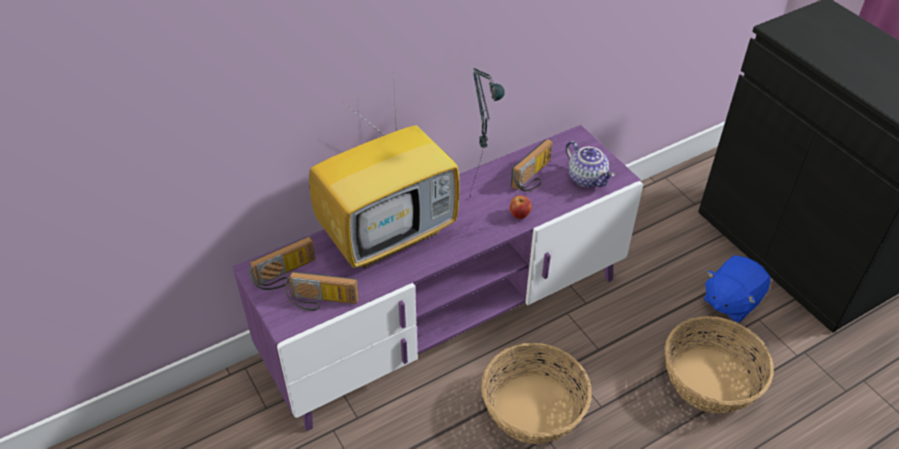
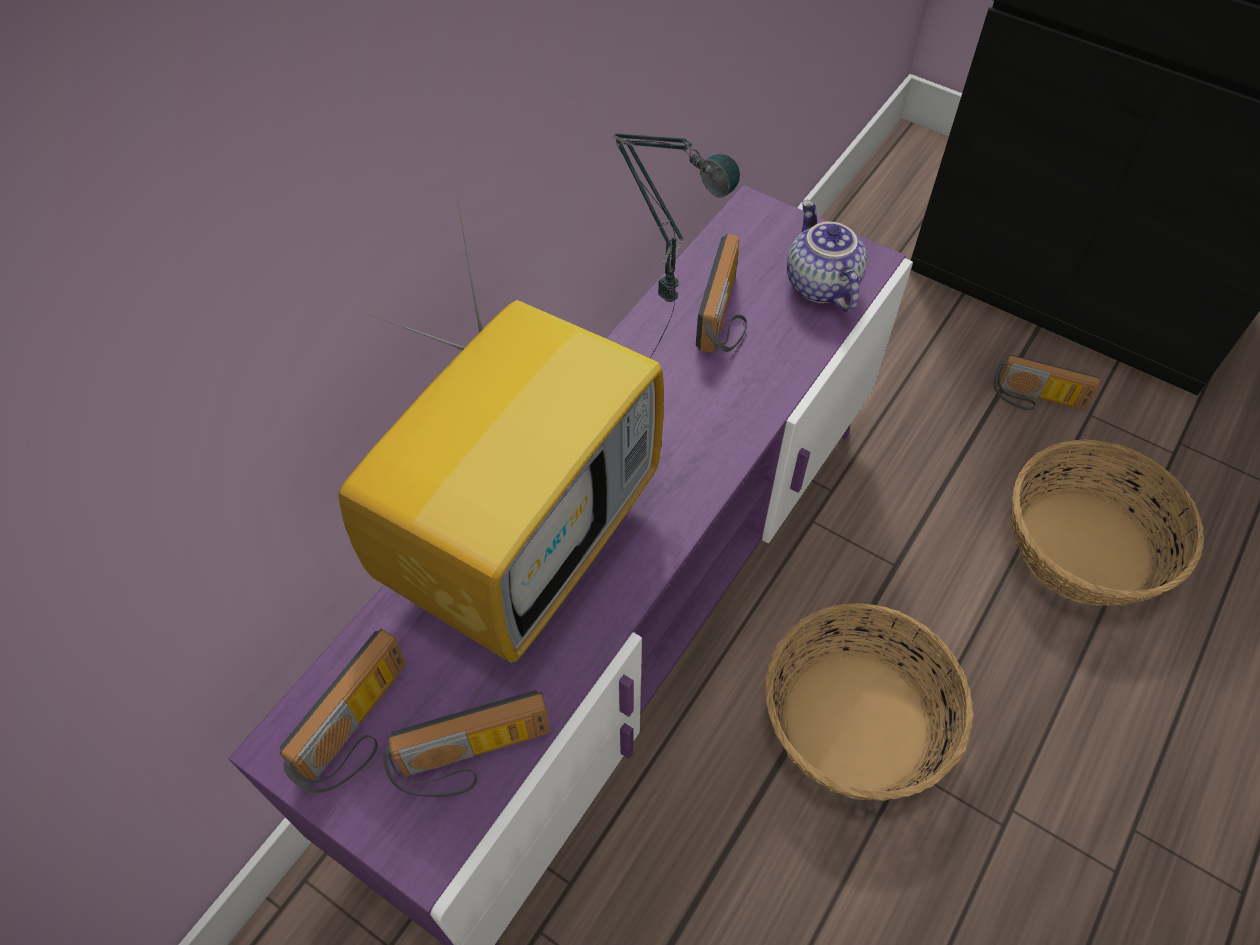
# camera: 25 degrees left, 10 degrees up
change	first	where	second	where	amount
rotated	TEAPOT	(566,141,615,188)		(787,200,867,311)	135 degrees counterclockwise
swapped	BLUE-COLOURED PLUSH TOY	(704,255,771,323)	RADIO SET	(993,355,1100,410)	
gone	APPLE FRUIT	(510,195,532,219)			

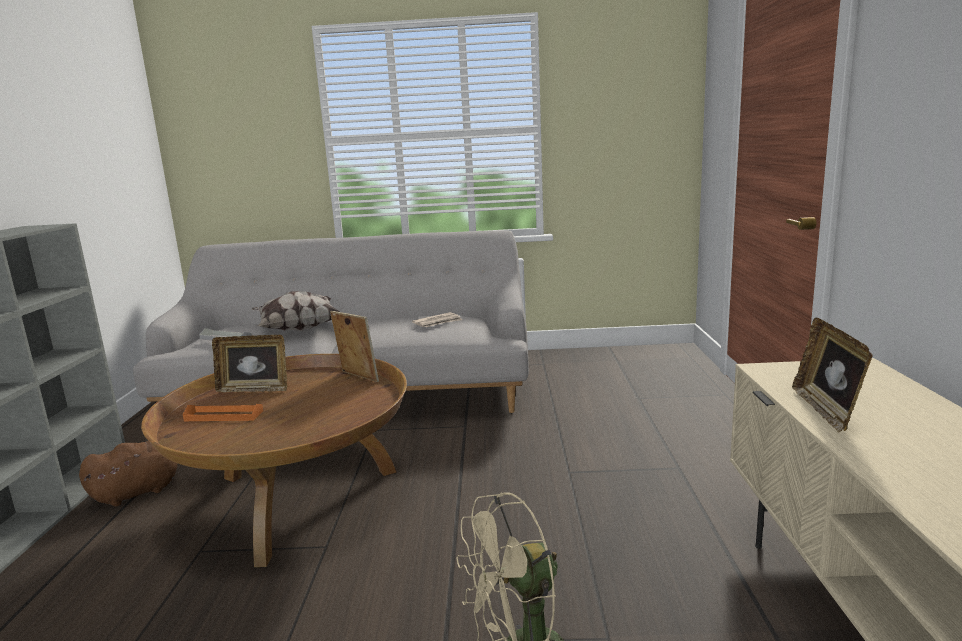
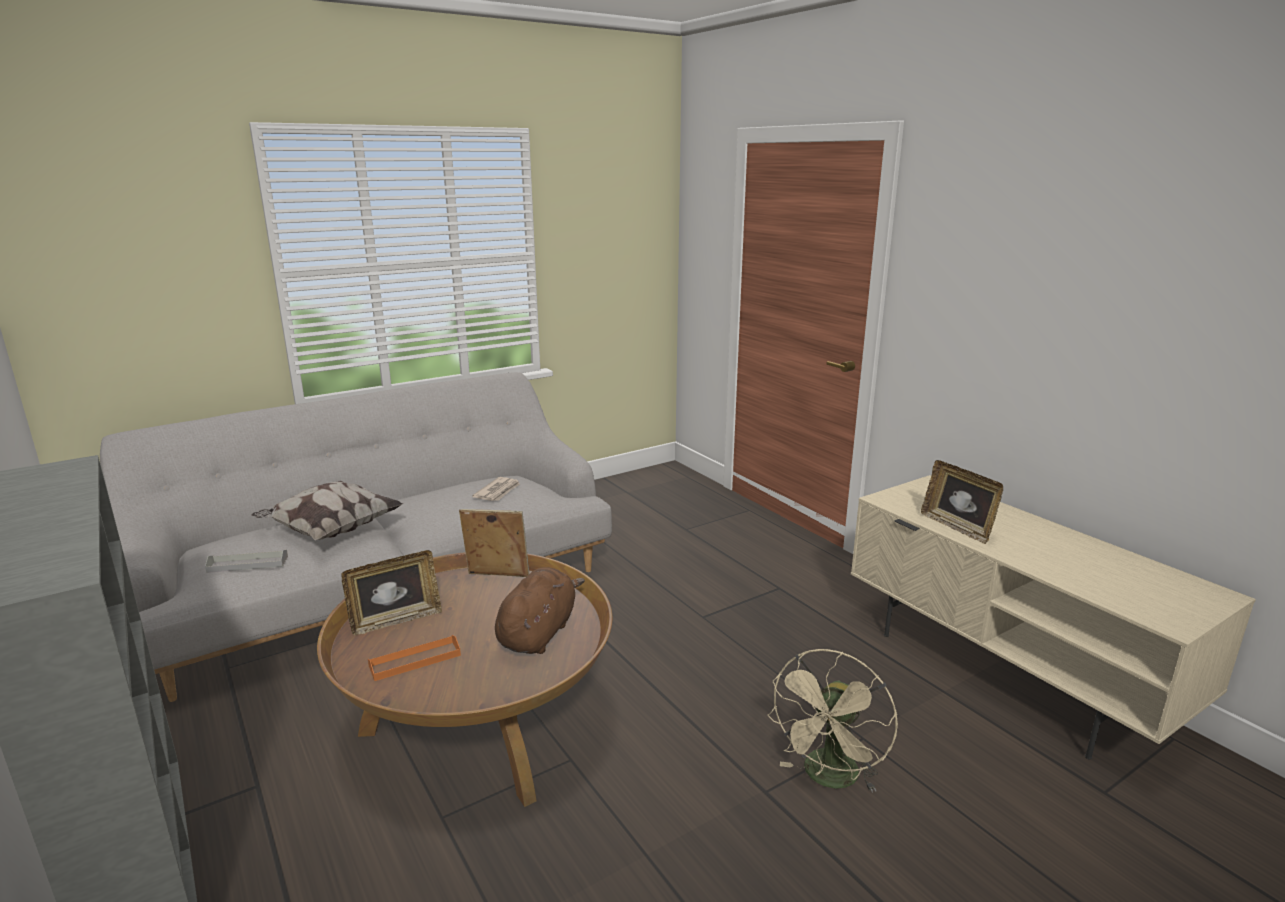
# camera: 35 degrees left, 5 degrees up
change	first	where	second	where	amount
shifted	BROWN-COLOURED PLUSH TOY	(79,441,178,507)		(495,567,585,654)	

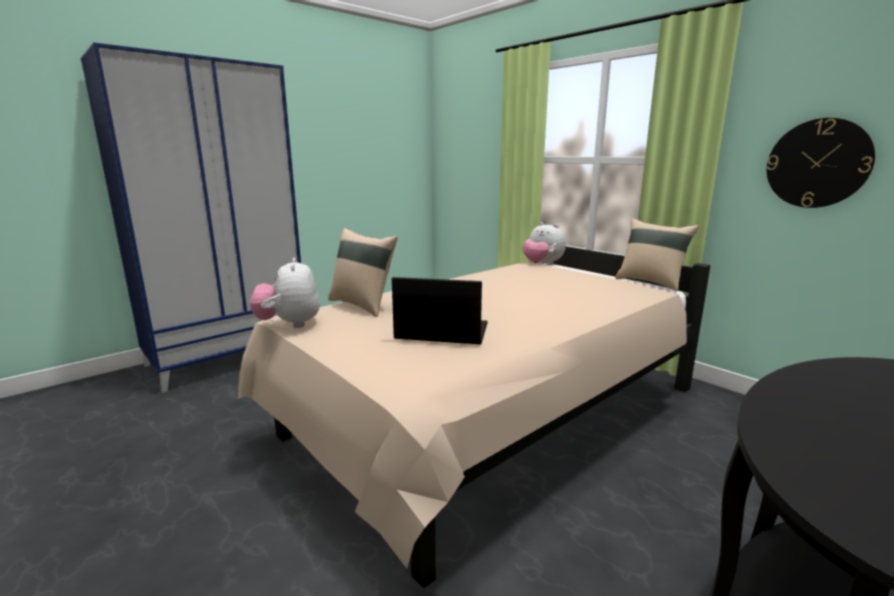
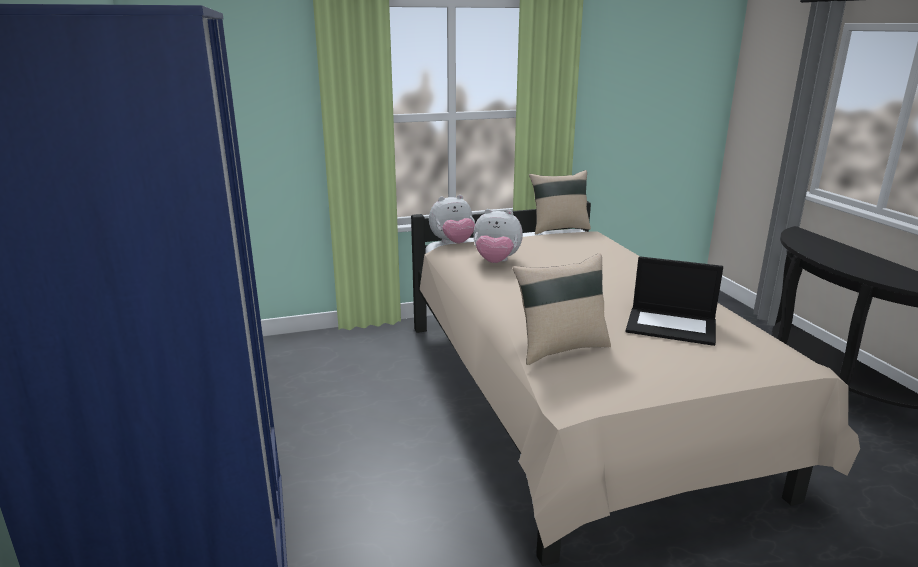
# camera: 65 degrees left, 5 degrees up
change	first	where	second	where	amount
shifted	PLUSH TOY	(250,258,320,328)		(473,209,523,263)	
rotated	LAPTOP	(392,277,487,344)		(626,256,723,346)	105 degrees counterclockwise
gone	HANGING CLOCK	(767,118,875,208)			

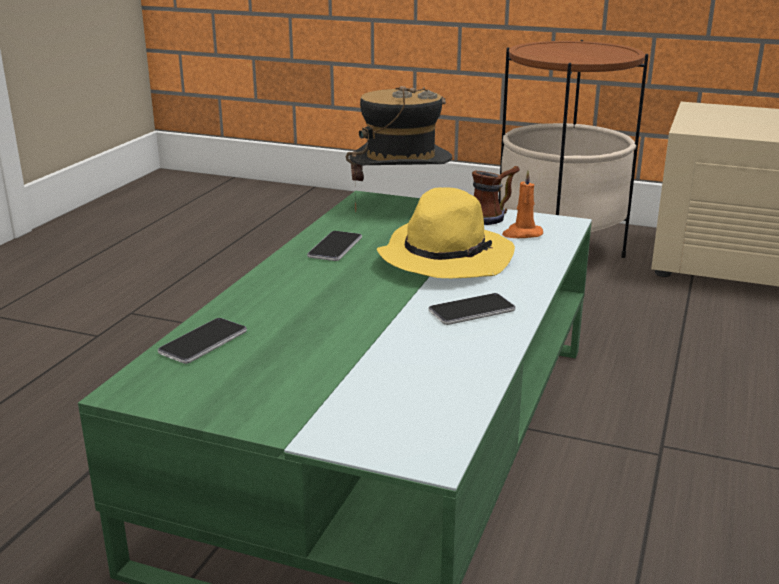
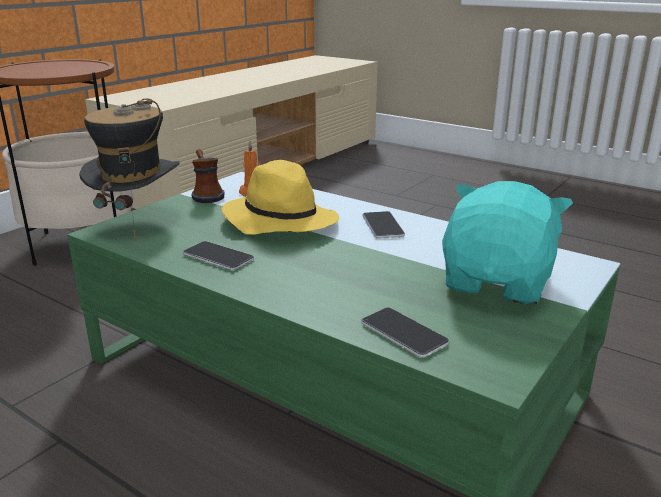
# camera: 75 degrees left, 0 degrees up
change	first	where	second	where	amount
new			TURQUOISE-COLOURED PLUSH TOY	(442,181,573,304)	

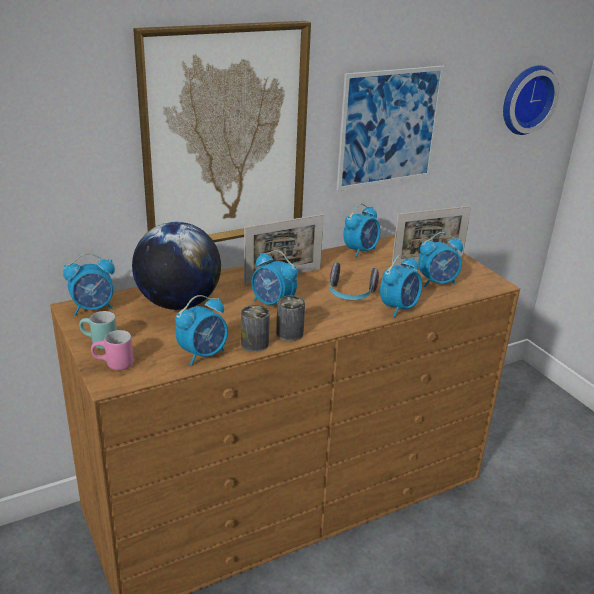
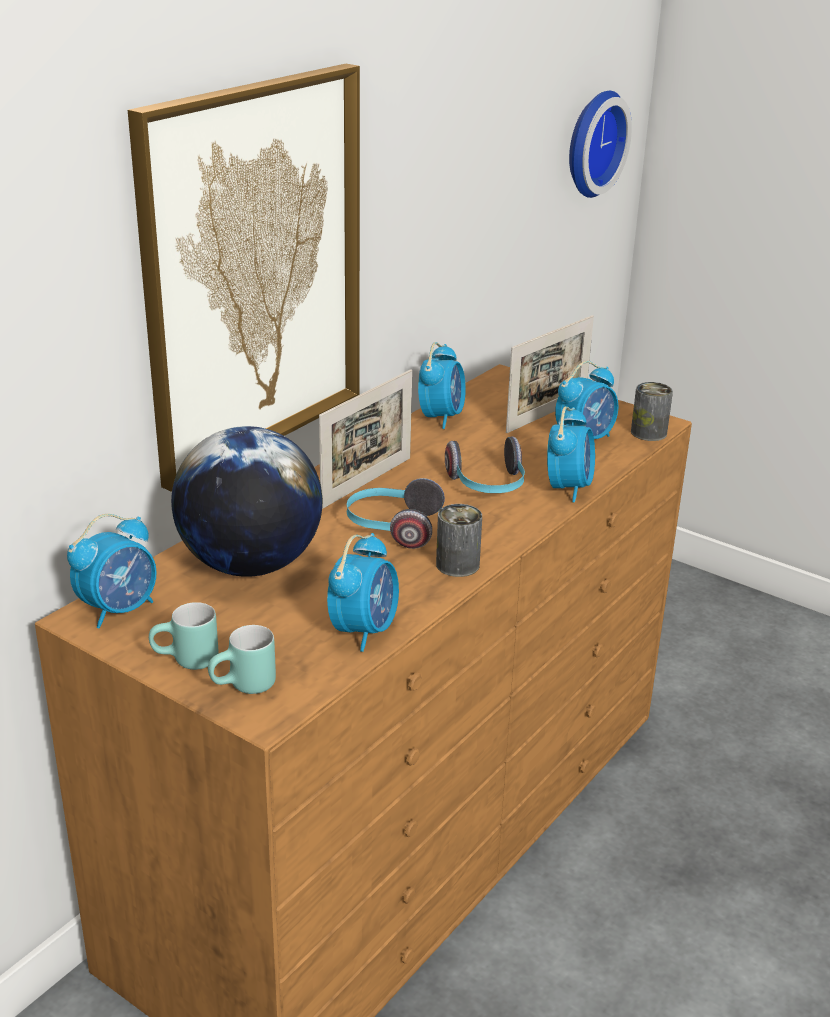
# camera: 25 degrees left, 0 degrees up
change	first	where	second	where	amount
repainted	PINK COFFEE MUG	(91,330,133,370)	TURQUOISE-COLOURED COFFEE MUG	(208,625,276,694)	
swapped	BEDSIDE CLOCK	(251,250,298,305)	PAIR OF HEADPHONES	(347,478,445,549)	
shifted	SEALED CAN	(241,305,270,352)		(631,382,673,441)	
gone	WALL ART	(337,66,445,191)			

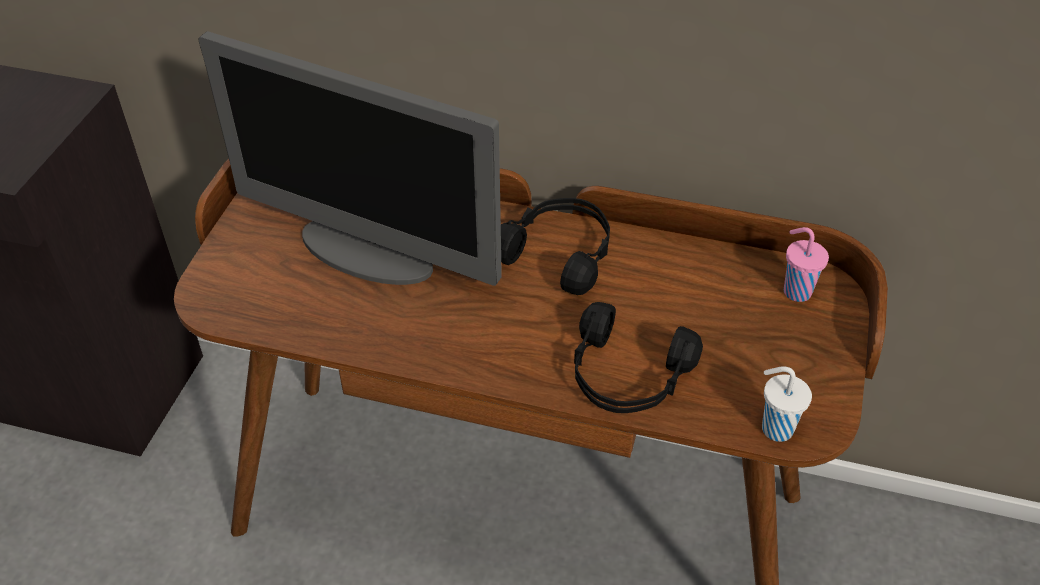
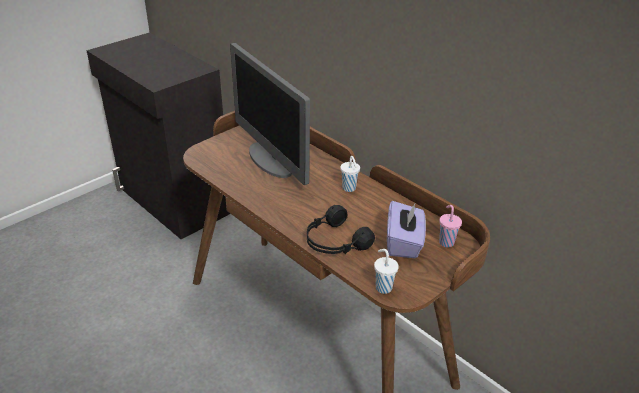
# camera: 30 degrees right, 10 degrees down
change	first	where	second	where	amount
swapped	BLACK PAIR OF HEADPHONES	(501,198,610,295)	WHITISH DRINKING CUP	(340,156,360,192)	
new			PURPLE-COLOURED BOX OF TISSUES	(387,201,426,258)	

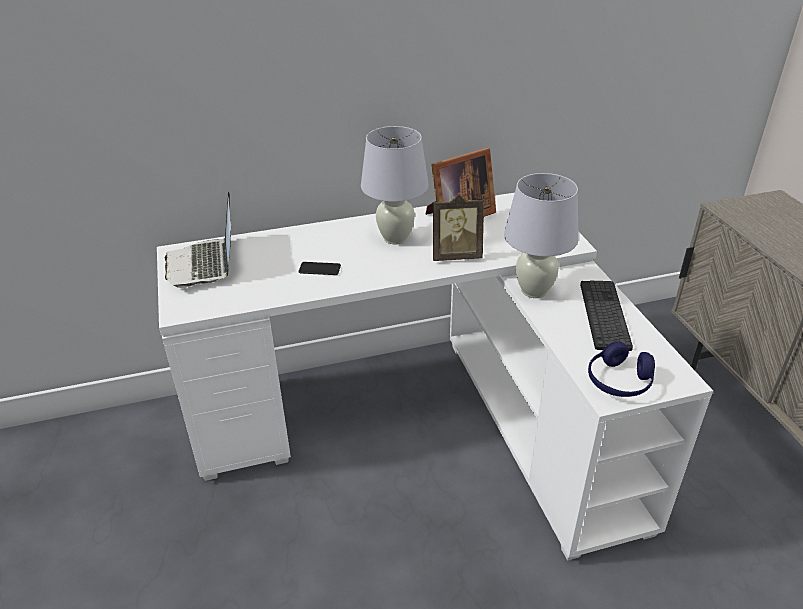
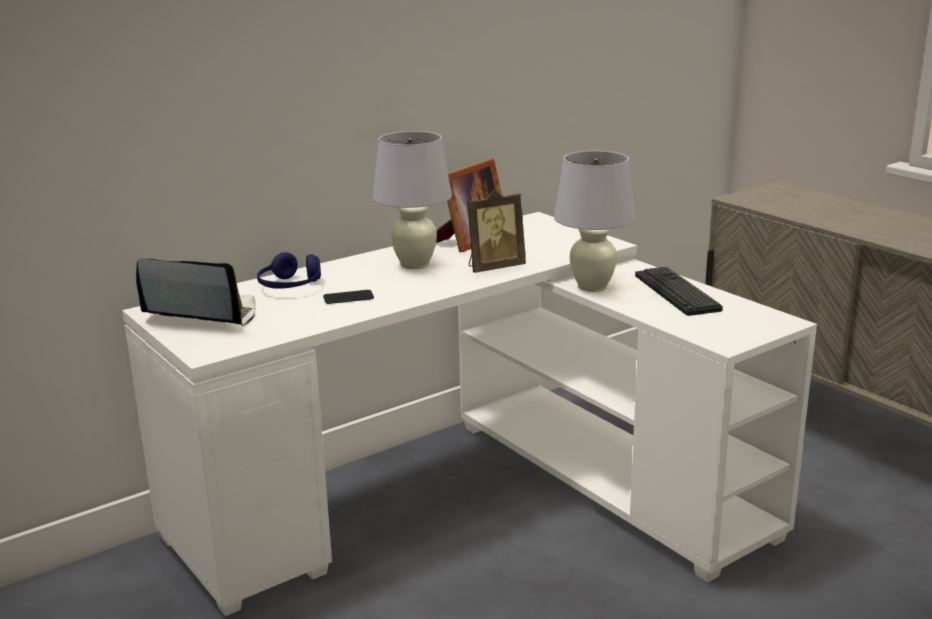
# camera: 20 degrees left, 15 degrees down
change	first	where	second	where	amount
rotated	LAPTOP	(165,191,231,288)		(136,259,256,326)	135 degrees clockwise
shifted	BLUE-COLOURED PAIR OF HEADPHONES	(588,341,655,397)		(257,252,321,289)	

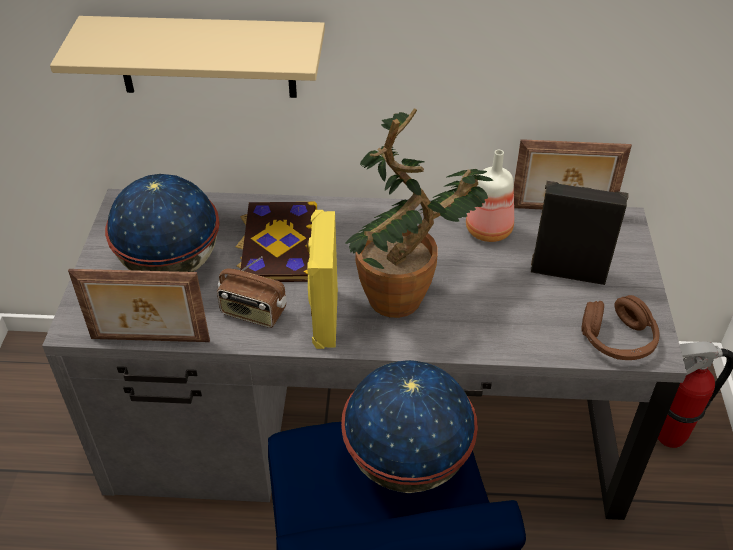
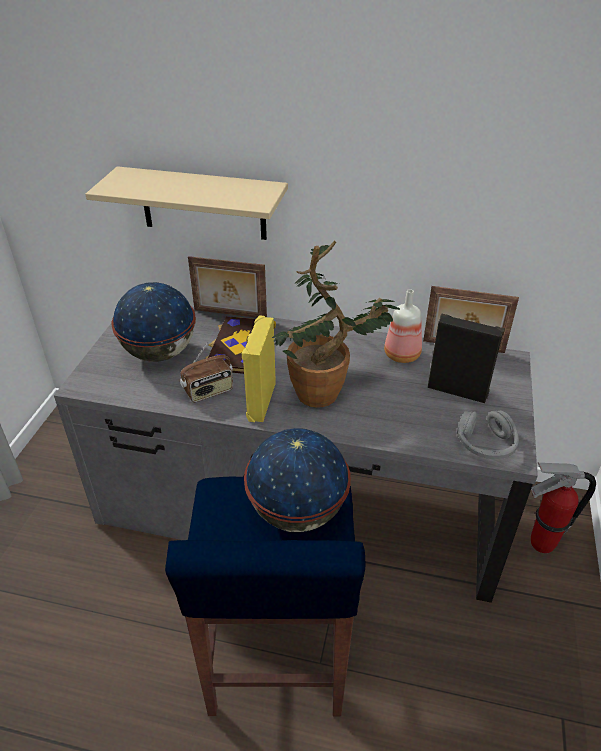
# camera: 10 degrees right, 5 degrees down
change	first	where	second	where	amount
rotated	RADIO SET	(217,256,287,328)		(180,341,233,402)	60 degrees counterclockwise
shifted	PICTURE FRAME	(68,269,210,342)		(188,256,267,318)	
repainted	BROWN-COLOURED PAIR OF HEADPHONES	(582,295,659,360)	GREYISH PAIR OF HEADPHONES	(457,411,519,459)	

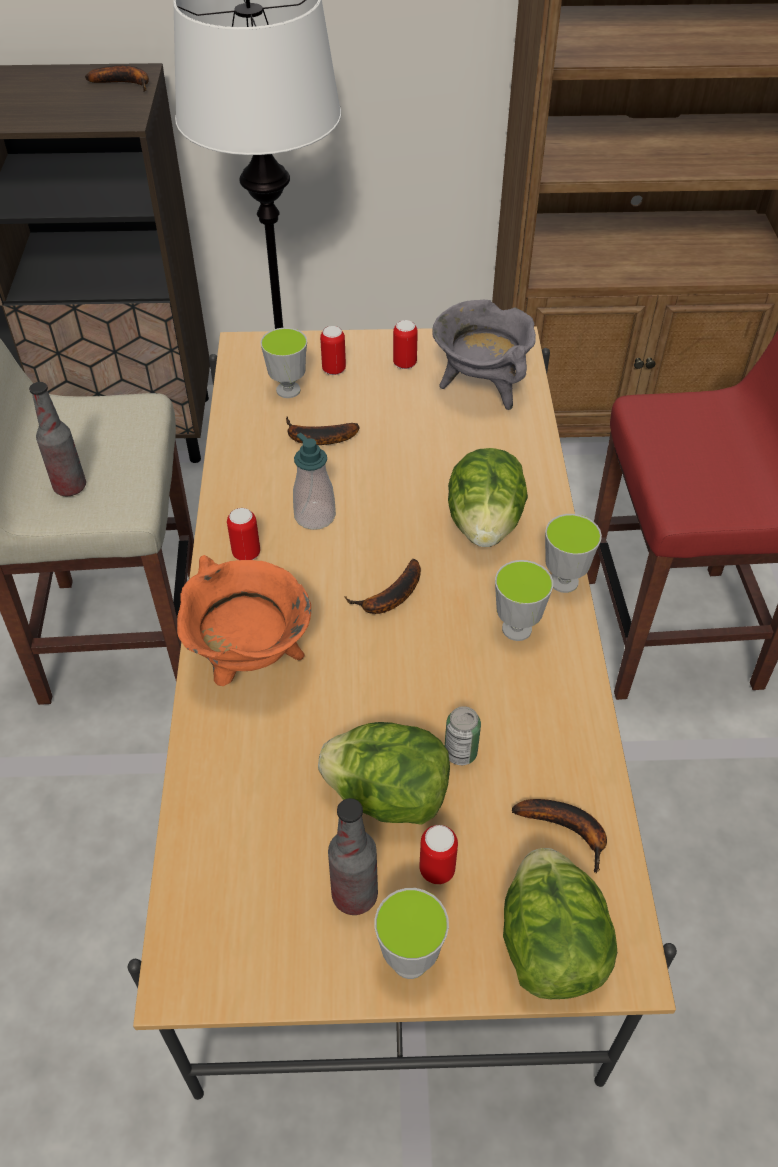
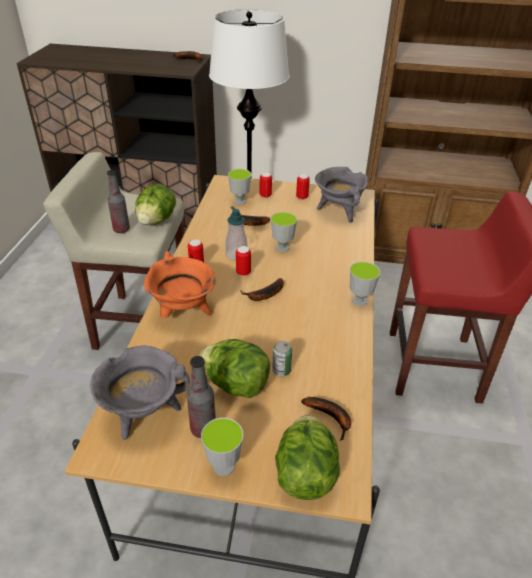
# camera: 10 degrees right, 10 degrees down
change	first	where	second	where	amount
new			GREYISH STOCKPOT	(90,345,190,440)	
shifted	LETTUCE HEAD	(448,448,528,547)		(135,184,176,225)	
shifted	SEALED CAN	(419,825,458,884)		(236,246,251,276)	
shifted	DRINKING CUP	(495,560,553,641)		(271,212,297,252)	

